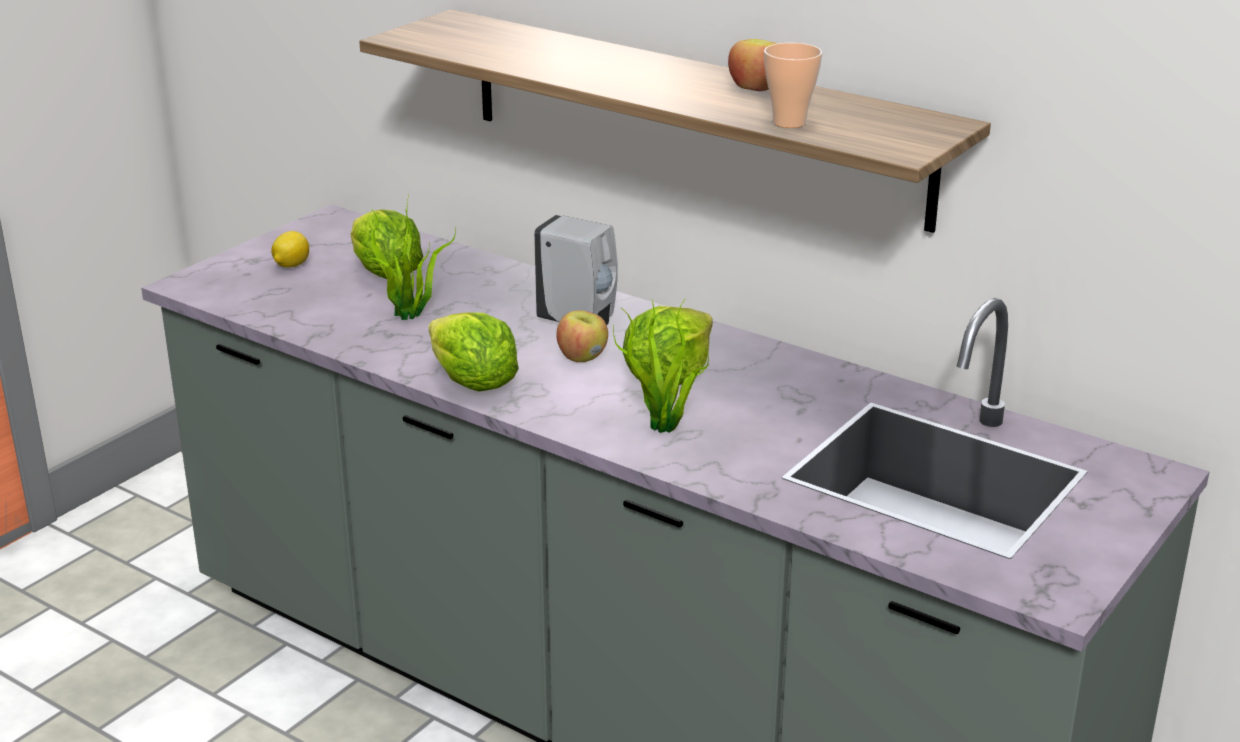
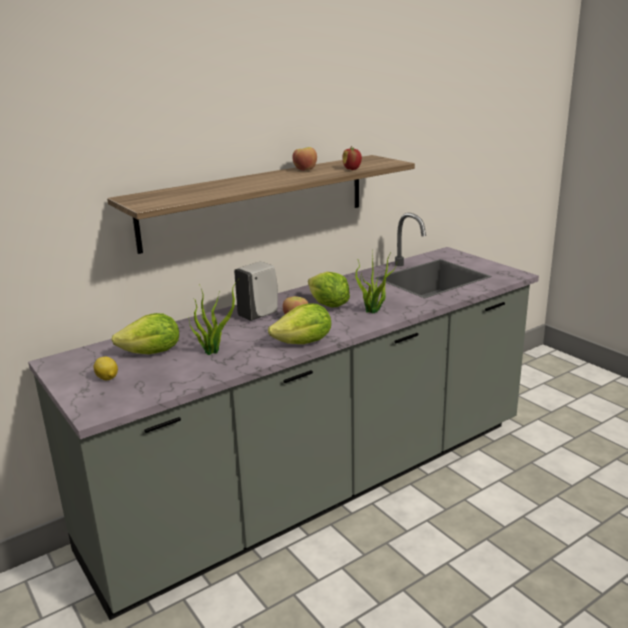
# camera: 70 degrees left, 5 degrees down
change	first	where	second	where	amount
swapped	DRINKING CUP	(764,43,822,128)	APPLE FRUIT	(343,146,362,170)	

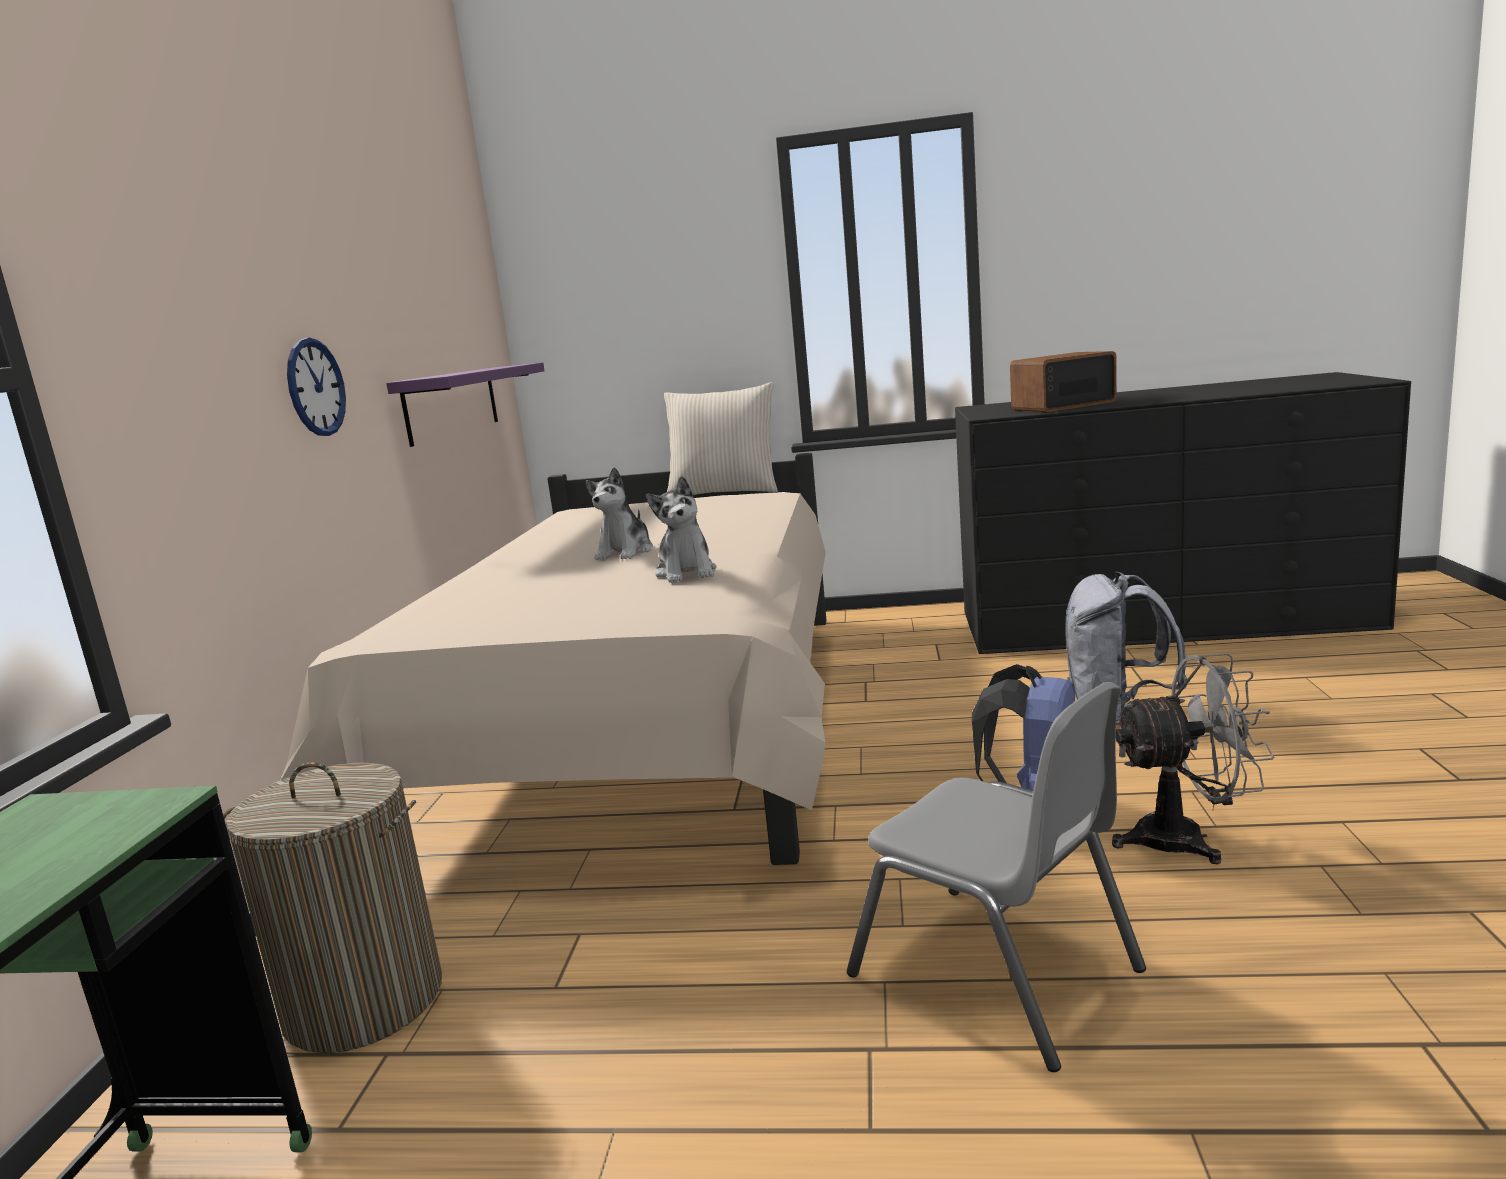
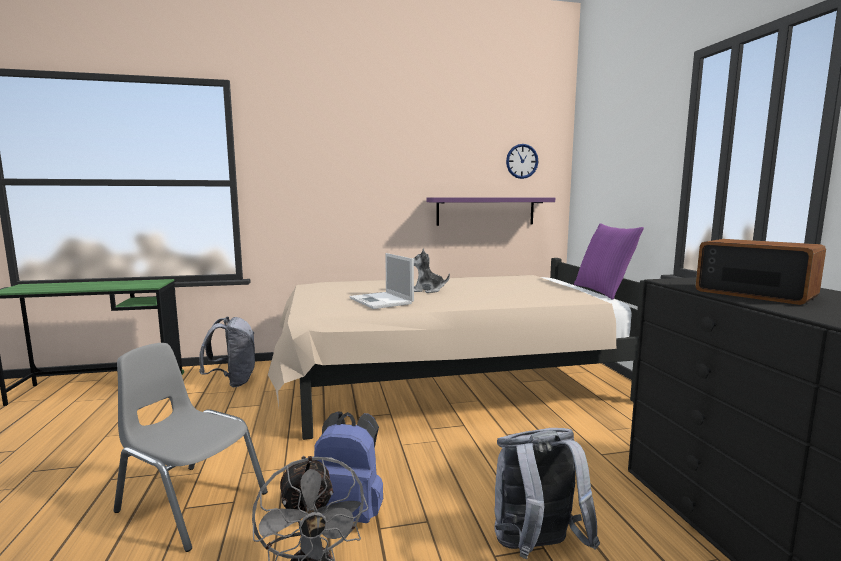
# camera: 70 degrees right, 5 degrees down
change	first	where	second	where	amount
rotated	GREYISH CHAIR	(847,682,1146,1072)		(113,343,268,552)	90 degrees clockwise
swapped	HAMPER	(223,762,442,1053)	GREYISH RUCKSACK	(199,317,255,387)	
swapped	PLUSH TOY	(646,476,716,583)	LAPTOP	(349,253,414,309)	
shifted	HANGING CLOCK	(287,338,346,436)		(506,144,538,179)	
repainted	BEIGE CUSHION	(664,382,778,495)	PURPLE-COLOURED CUSHION	(574,223,644,300)	

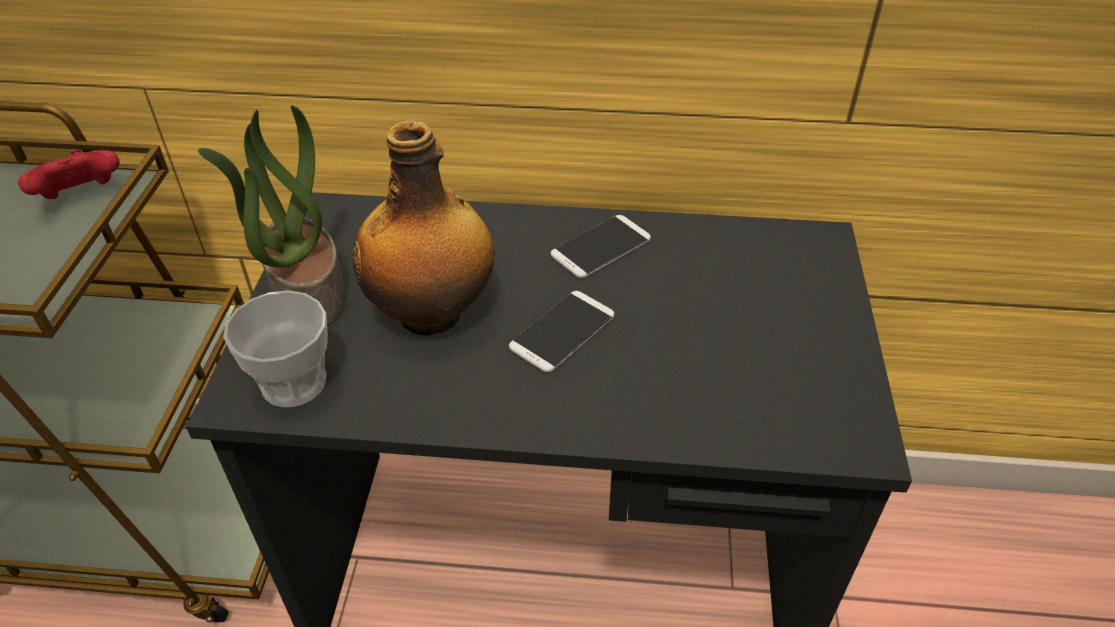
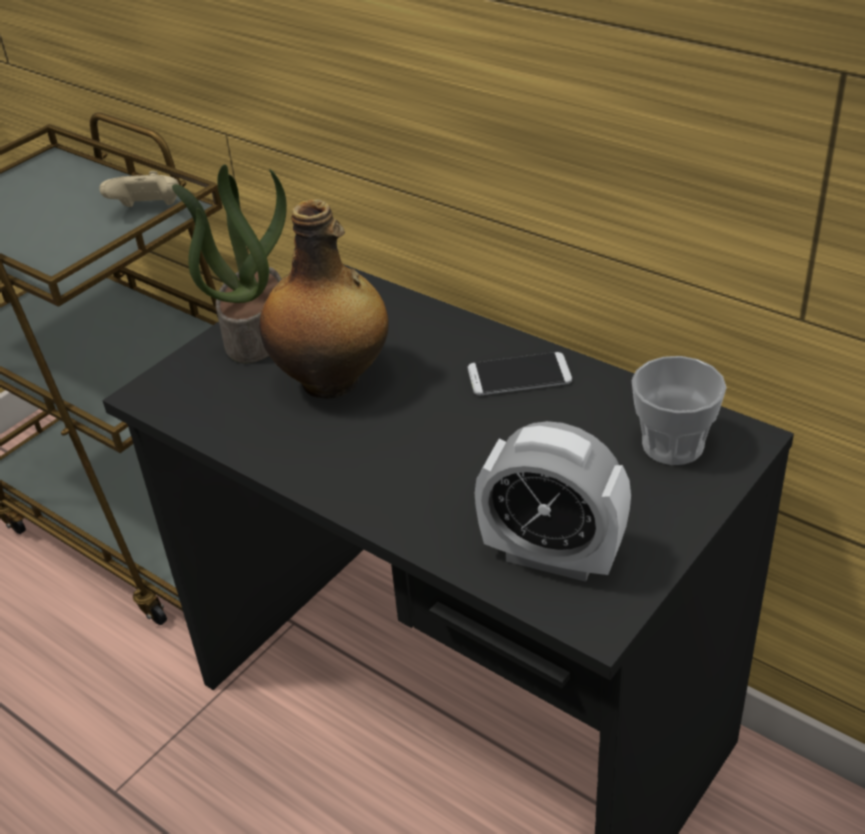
# camera: 35 degrees right, 5 degrees down
change	first	where	second	where	amount
repainted	REDDISH GAMEPAD	(18,149,120,199)	BEIGE GAMEPAD	(99,171,179,207)	
new			BEDSIDE CLOCK	(475,421,631,582)	
shifted	DRINKING CUP	(223,290,328,407)		(631,356,727,465)	
gone	TELEPHONE	(509,291,614,372)			

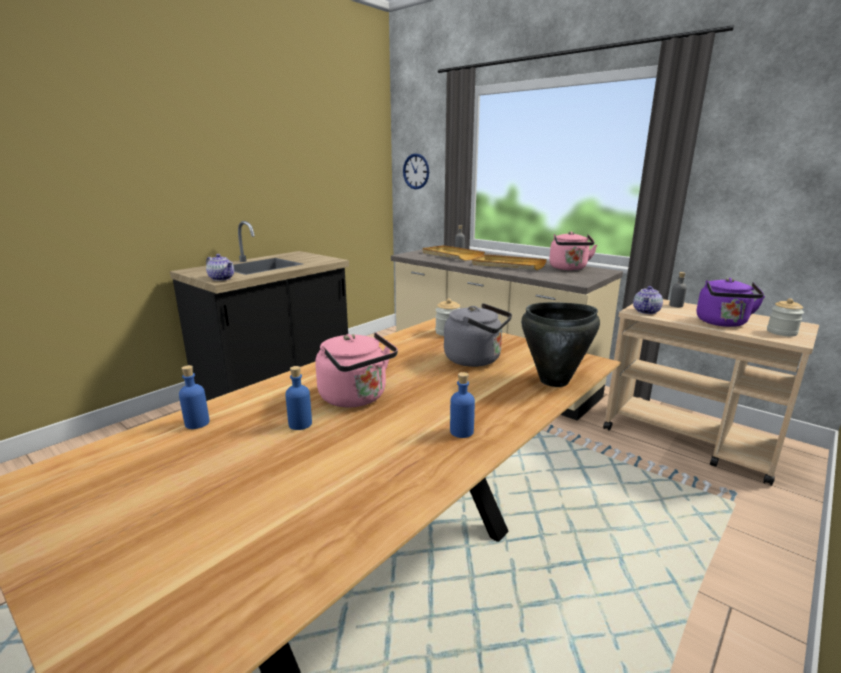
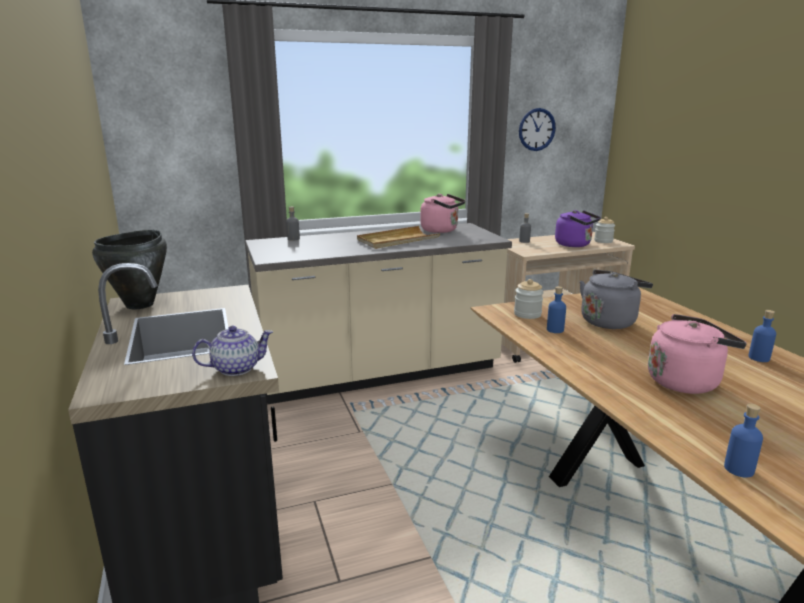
# camera: 60 degrees left, 0 degrees up
change	first	where	second	where	amount
shifted	BLACK STOCKPOT	(521,302,600,387)		(92,230,167,309)	
shifted	HANGING CLOCK	(403,153,429,189)		(519,108,556,151)	
shifted	BLUE-COLOURED BOTTLE	(285,366,312,430)		(547,286,566,333)	
gone	BEIGE SERVING TRAY	(422,245,485,261)			
gone	TEAPOT	(633,286,663,314)			

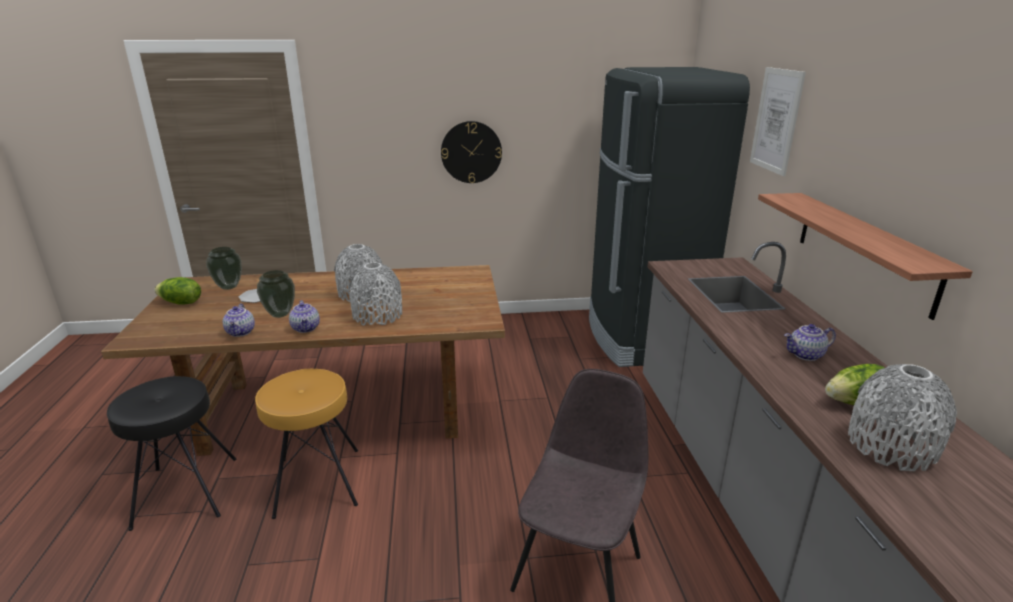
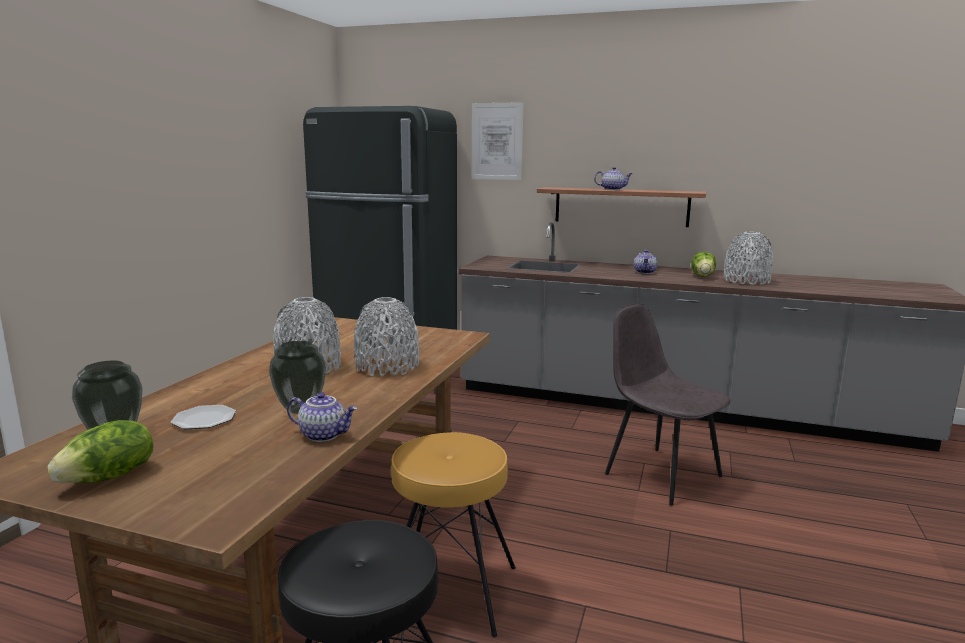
# camera: 65 degrees left, 10 degrees down
change	first	where	second	where	amount
shifted	TEAPOT	(289,300,320,333)		(594,167,633,190)	
gone	HANGING CLOCK	(441,121,502,183)			

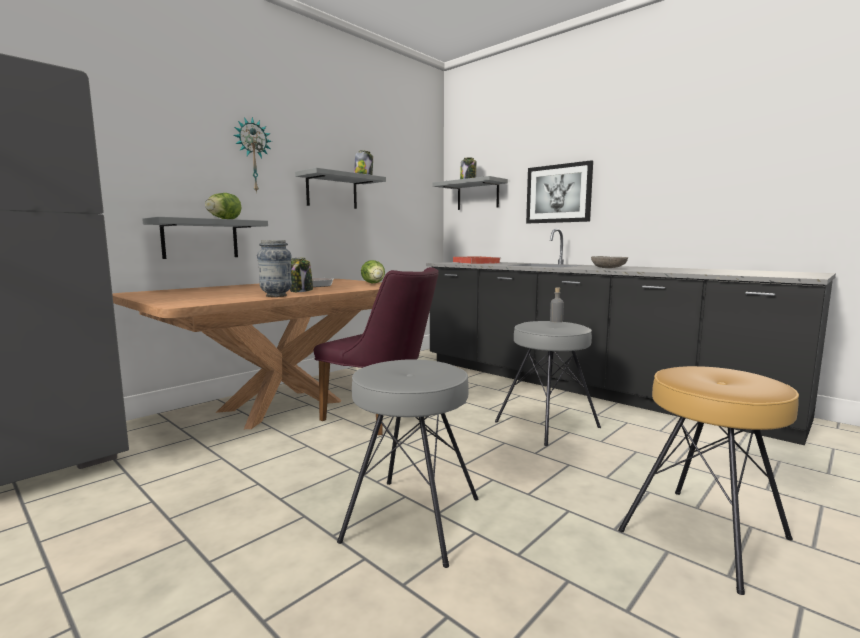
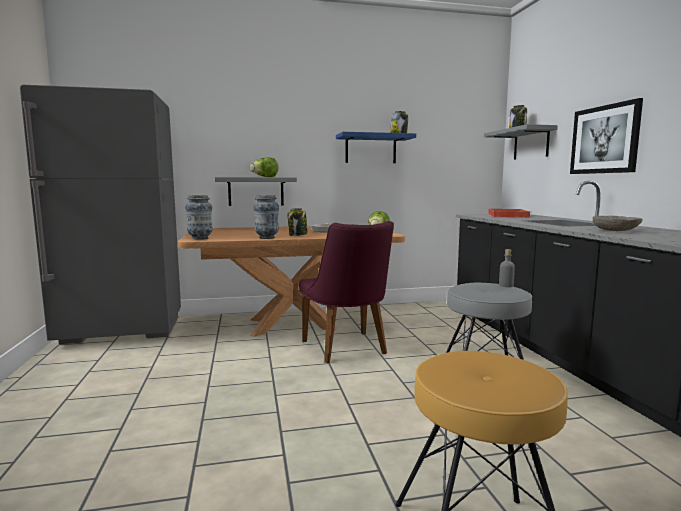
# camera: 35 degrees right, 0 degrees up
change	first	where	second	where	amount
new			DECORATIVE VASE	(185,195,213,240)	
repainted	GREYISH WALL SHELF	(295,168,386,209)	BLUE-COLOURED WALL SHELF	(336,132,416,163)	
gone	HANGING CLOCK	(234,117,272,193)			
gone	GREYISH SITTING STOOL	(337,359,479,568)			

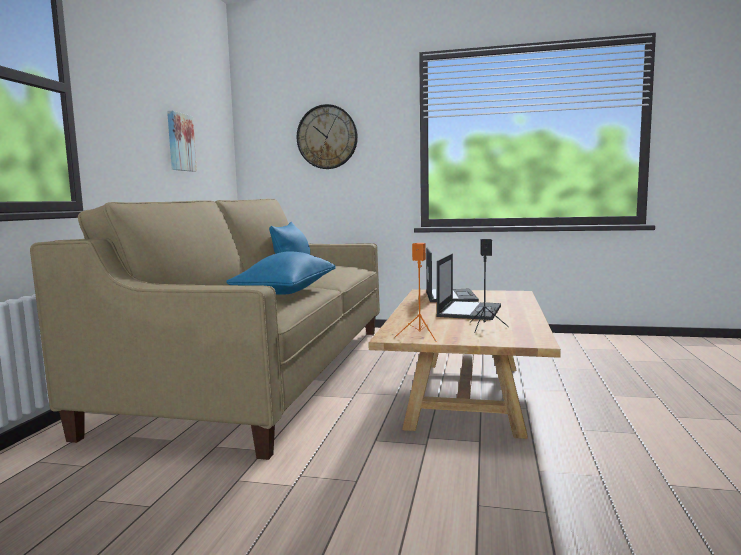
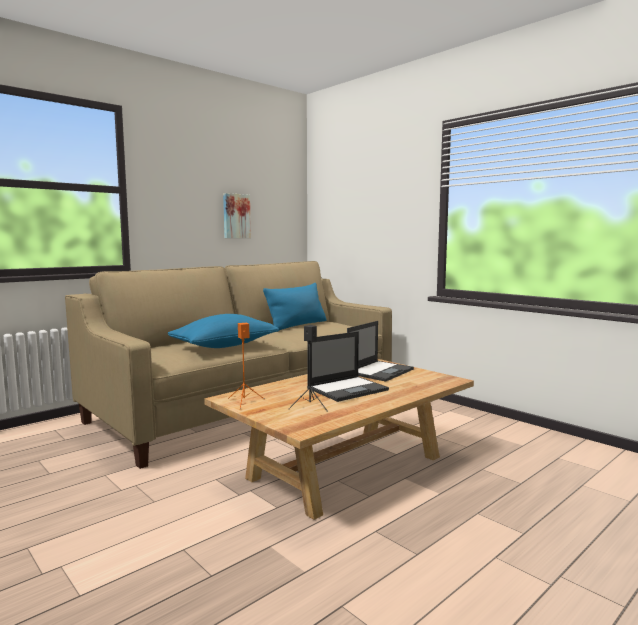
# camera: 35 degrees right, 0 degrees up
change	first	where	second	where	amount
gone	HANGING CLOCK	(297,104,358,169)			

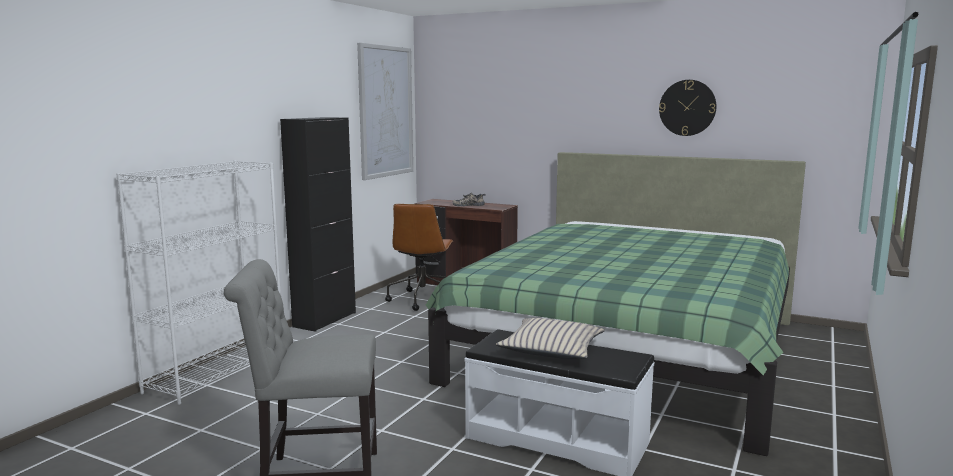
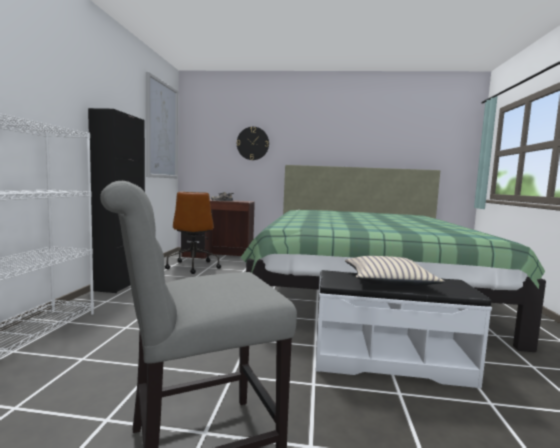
# camera: 20 degrees left, 5 degrees down
change	first	where	second	where	amount
shifted	HANGING CLOCK	(659,80,716,136)		(237,127,269,160)	

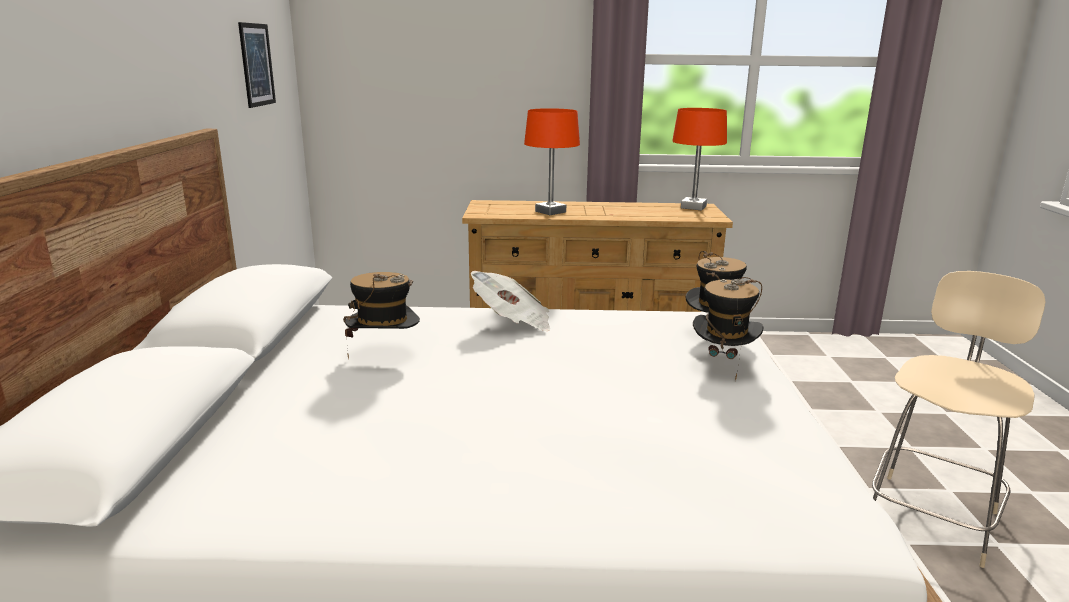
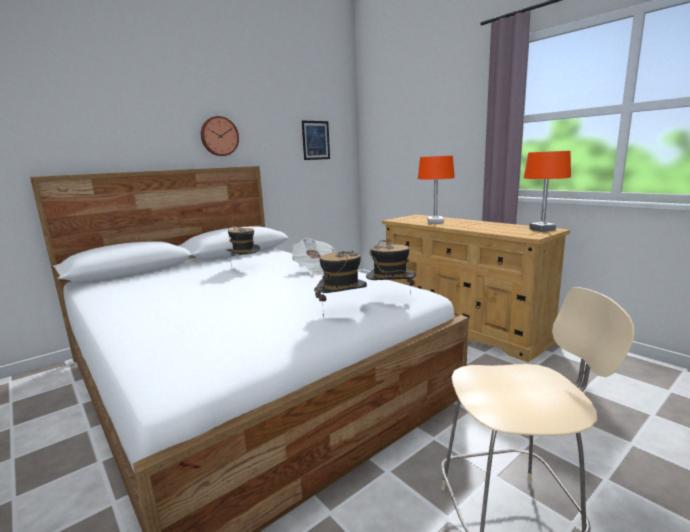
# camera: 50 degrees right, 5 degrees down
change	first	where	second	where	amount
new			HANGING CLOCK	(201,116,239,156)	

